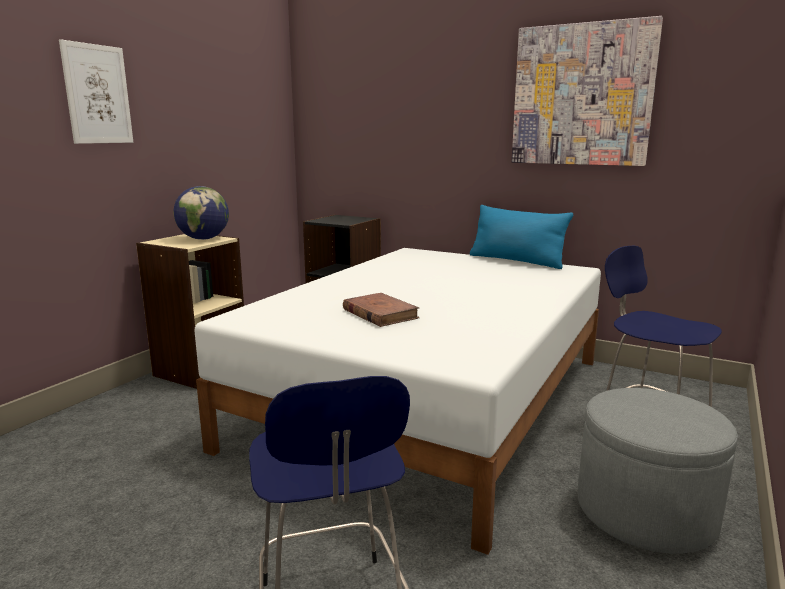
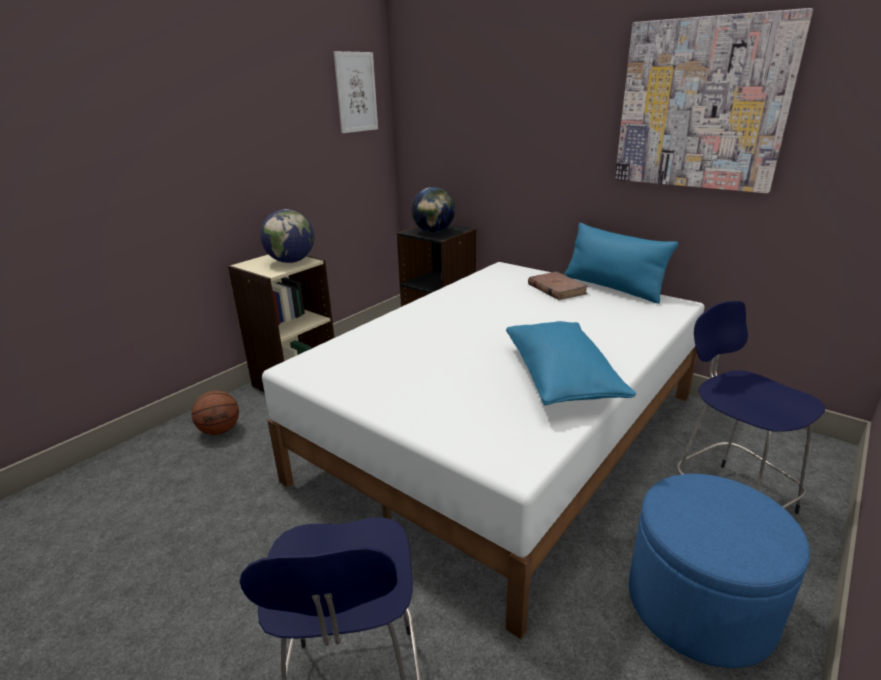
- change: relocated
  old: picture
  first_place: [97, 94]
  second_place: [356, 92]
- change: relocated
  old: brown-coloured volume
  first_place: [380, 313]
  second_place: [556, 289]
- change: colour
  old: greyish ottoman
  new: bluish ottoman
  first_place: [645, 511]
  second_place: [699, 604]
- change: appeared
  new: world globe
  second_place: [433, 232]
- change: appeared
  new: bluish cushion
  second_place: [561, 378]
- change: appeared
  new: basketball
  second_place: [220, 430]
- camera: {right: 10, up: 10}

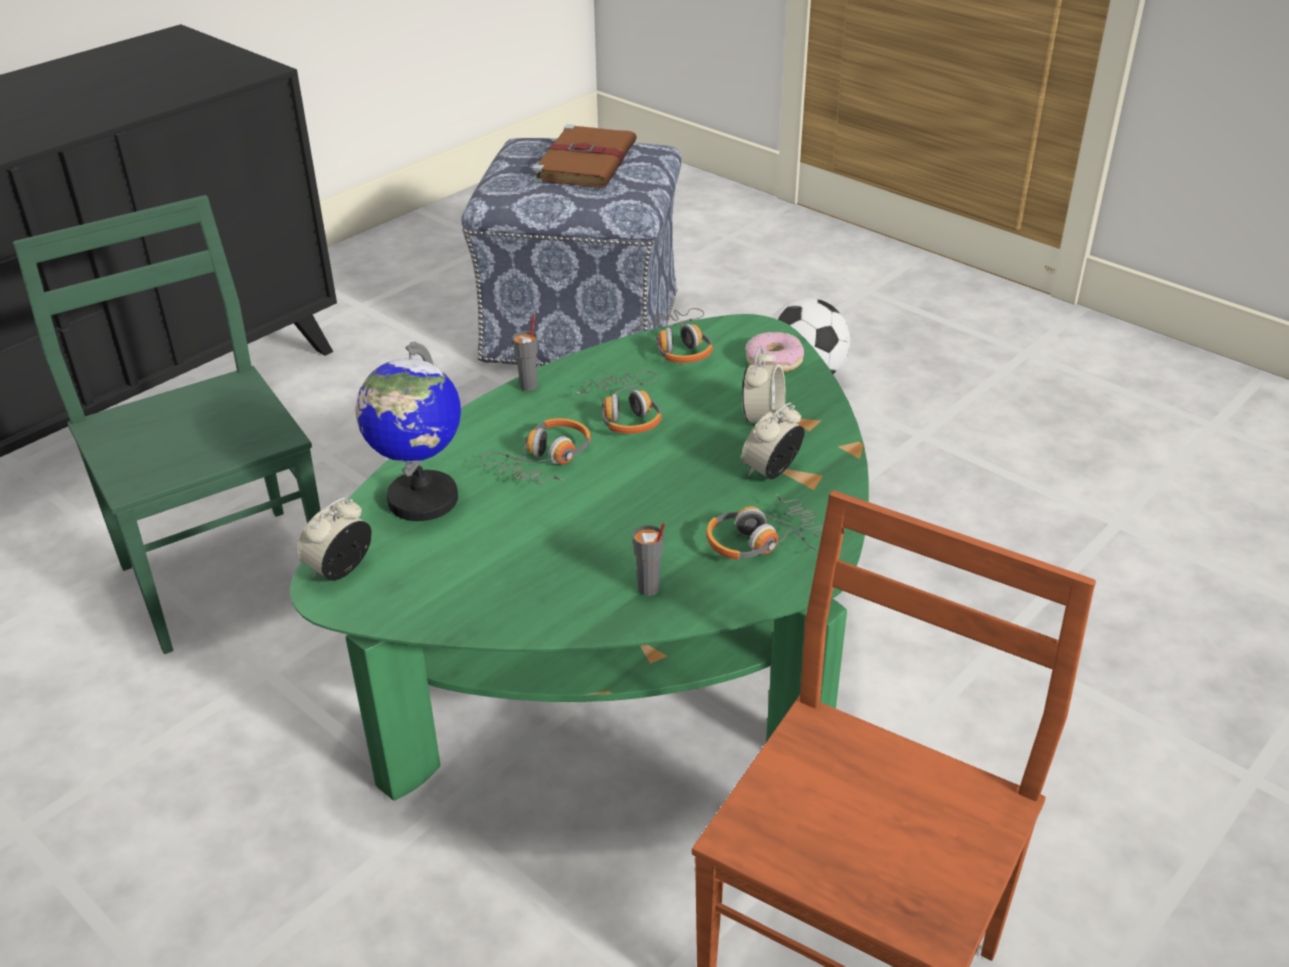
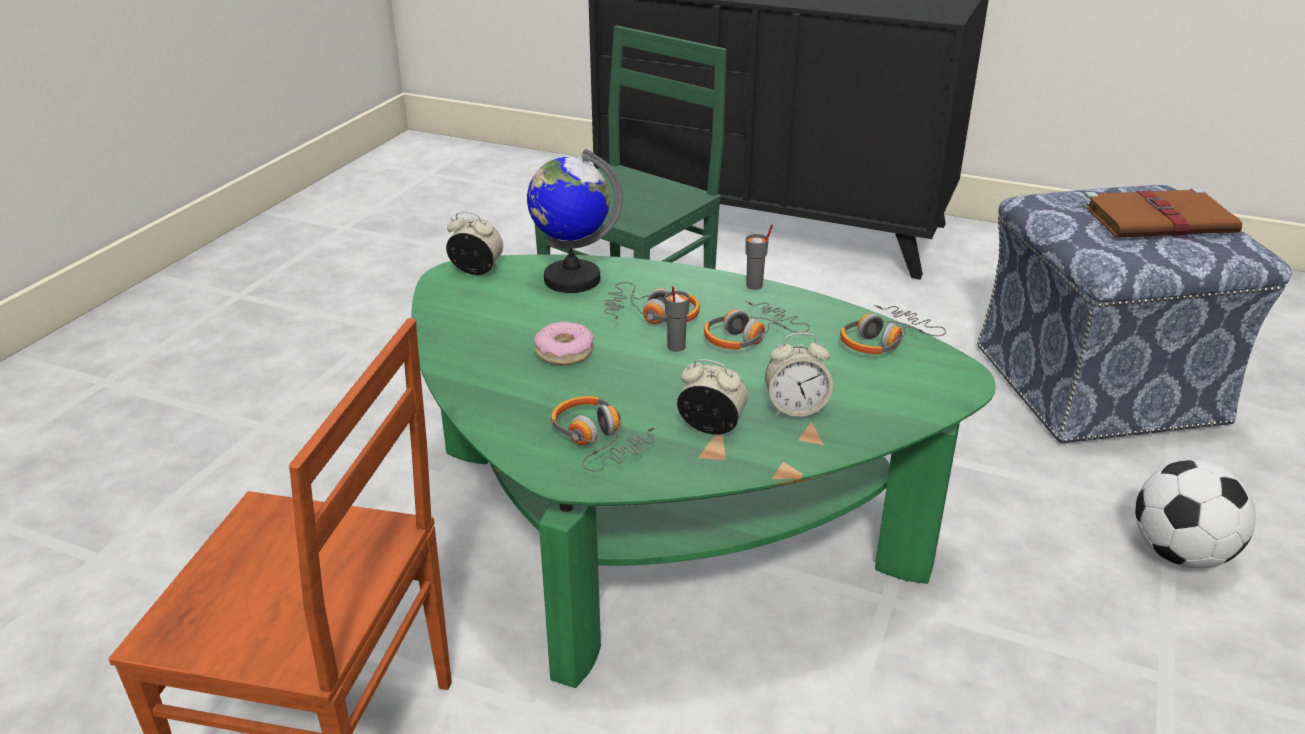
- change: relocated
  old: ring doughnut
  first_place: [774, 361]
  second_place: [564, 352]
- change: relocated
  old: greyish cup
  first_place: [649, 589]
  second_place: [675, 347]
- camera: {right: 70, up: -5}

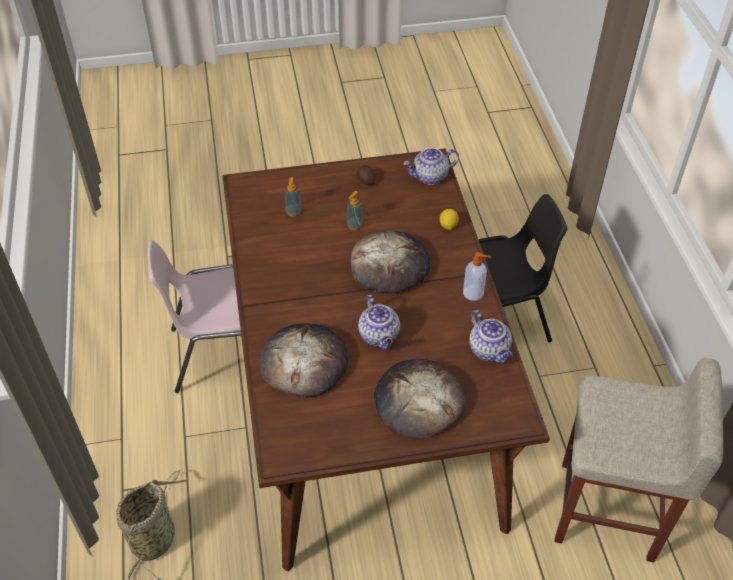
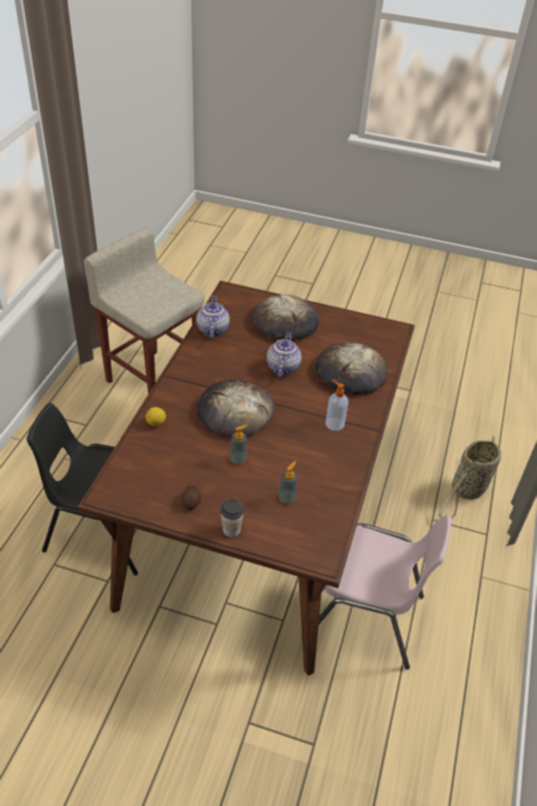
- change: missing
  old: pot for tea
  first_place: [430, 177]
- change: relocated
  old: soap bottle
  first_place: [474, 293]
  second_place: [334, 423]
- change: appeared
  new: cup
  second_place: [231, 529]
- camera: {right: -155, up: -5}

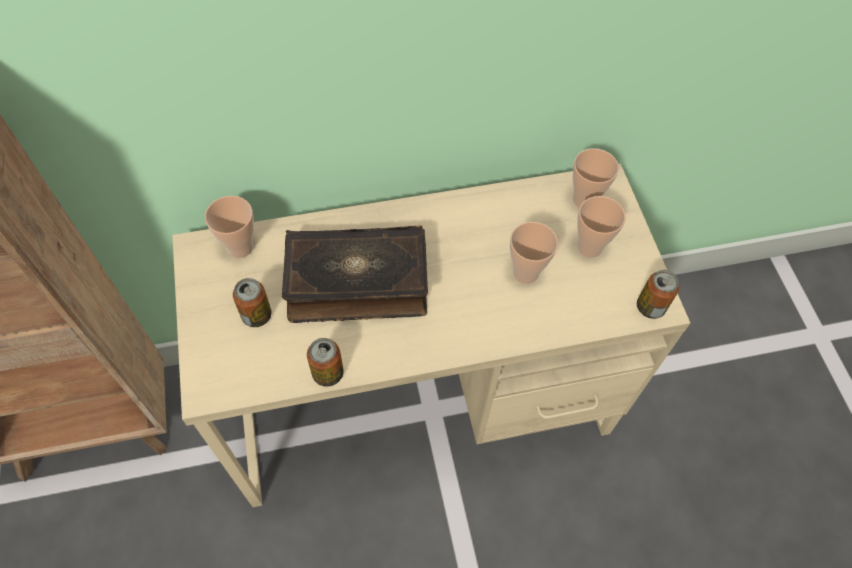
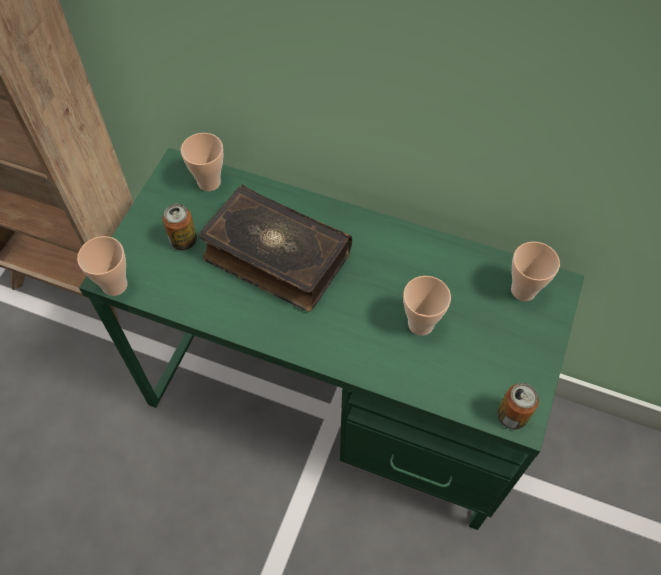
- change: colour
  old: sand-coloured desk unit
  new: green-coloured desk unit
  first_place: [422, 399]
  second_place: [333, 400]
- change: relocated
  old: cup
  first_place: [589, 247]
  second_place: [115, 285]
- change: missing
  old: can
  first_place: [328, 373]
- camera: {right: 35, up: 0}

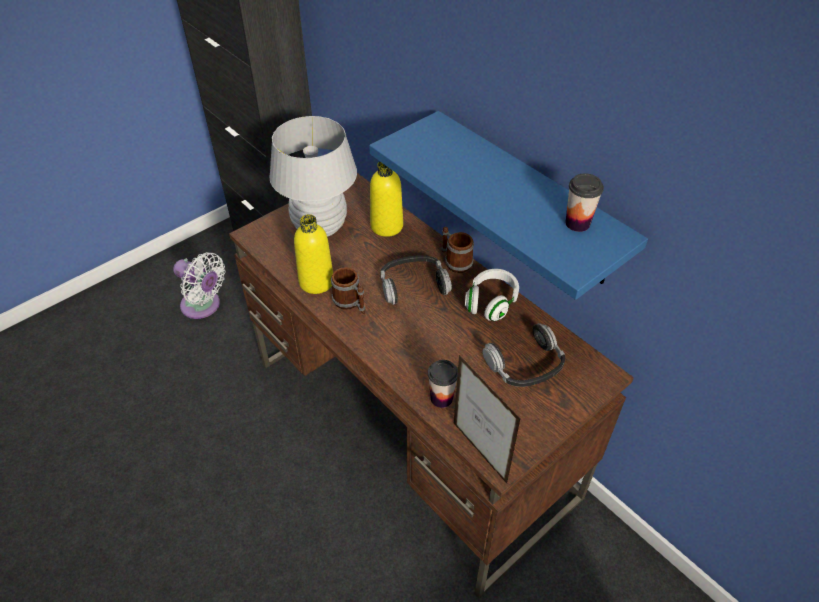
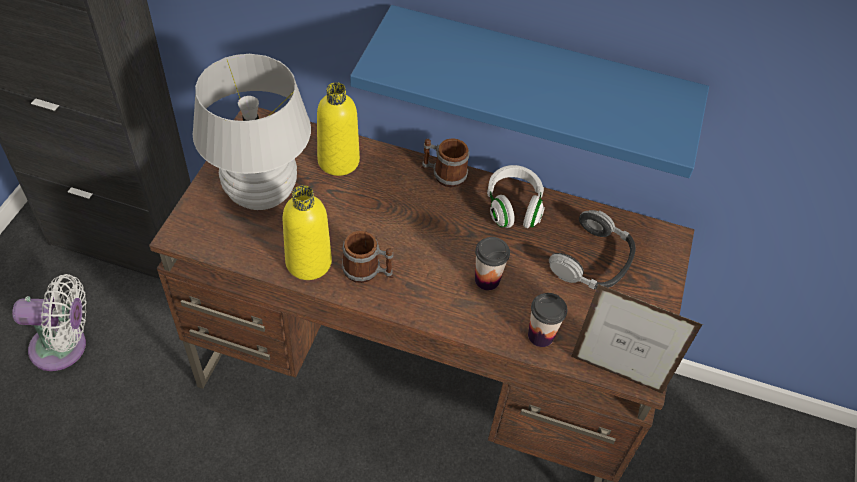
- change: relocated
  old: cup
  first_place: [577, 223]
  second_place: [487, 280]
- change: missing
  old: pair of headphones
  first_place: [413, 285]
- camera: {right: -35, up: 5}

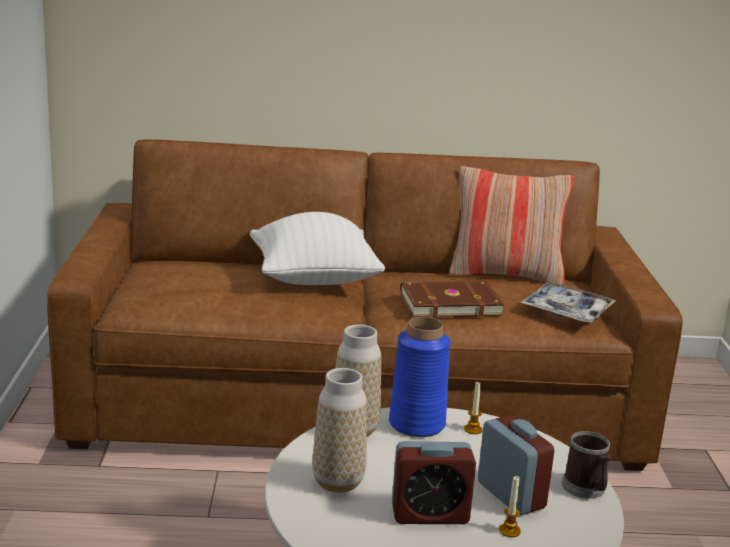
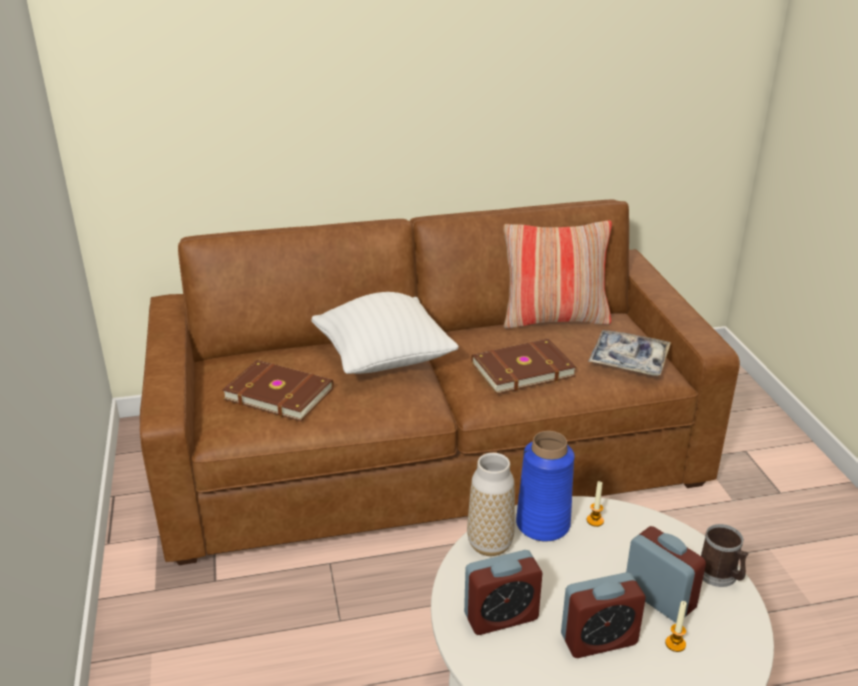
- change: exchanged
  old: vase
  new: table clock
  first_place: [338, 482]
  second_place: [501, 616]
- change: appeared
  new: brown-coloured volume
  second_place: [279, 393]
- camera: {right: -10, up: 10}

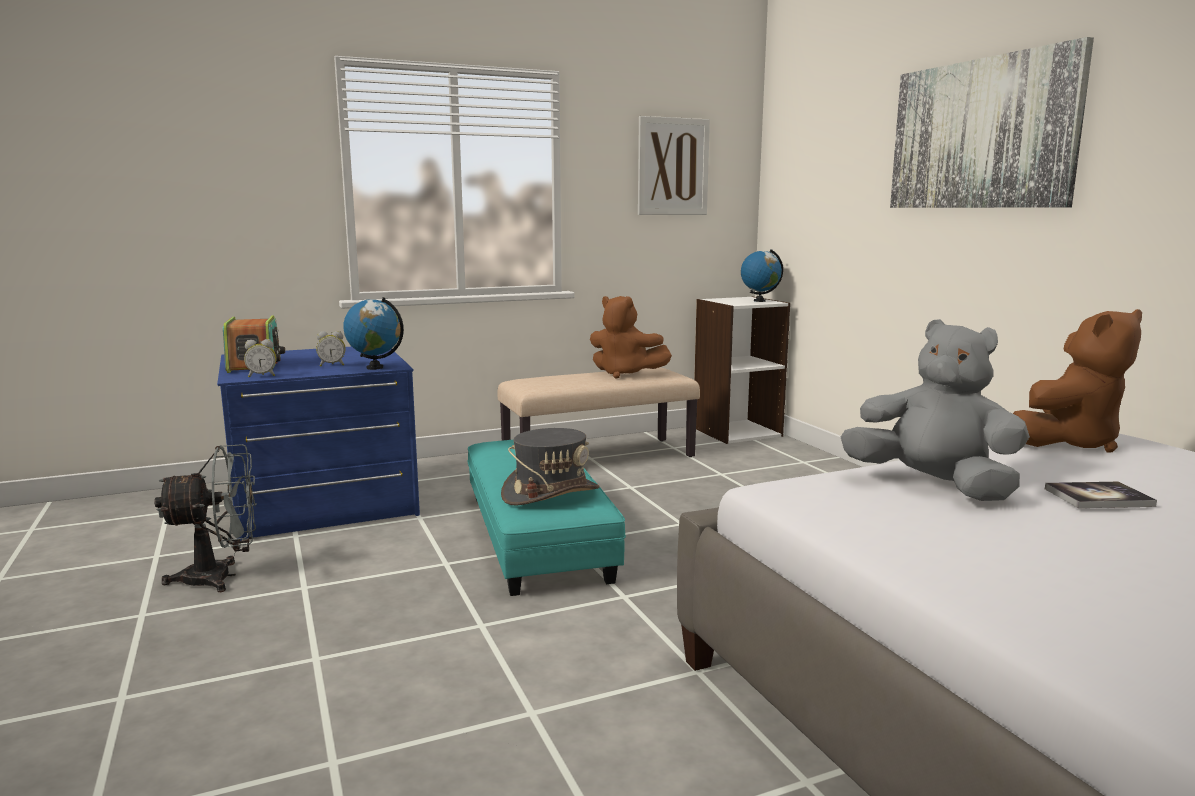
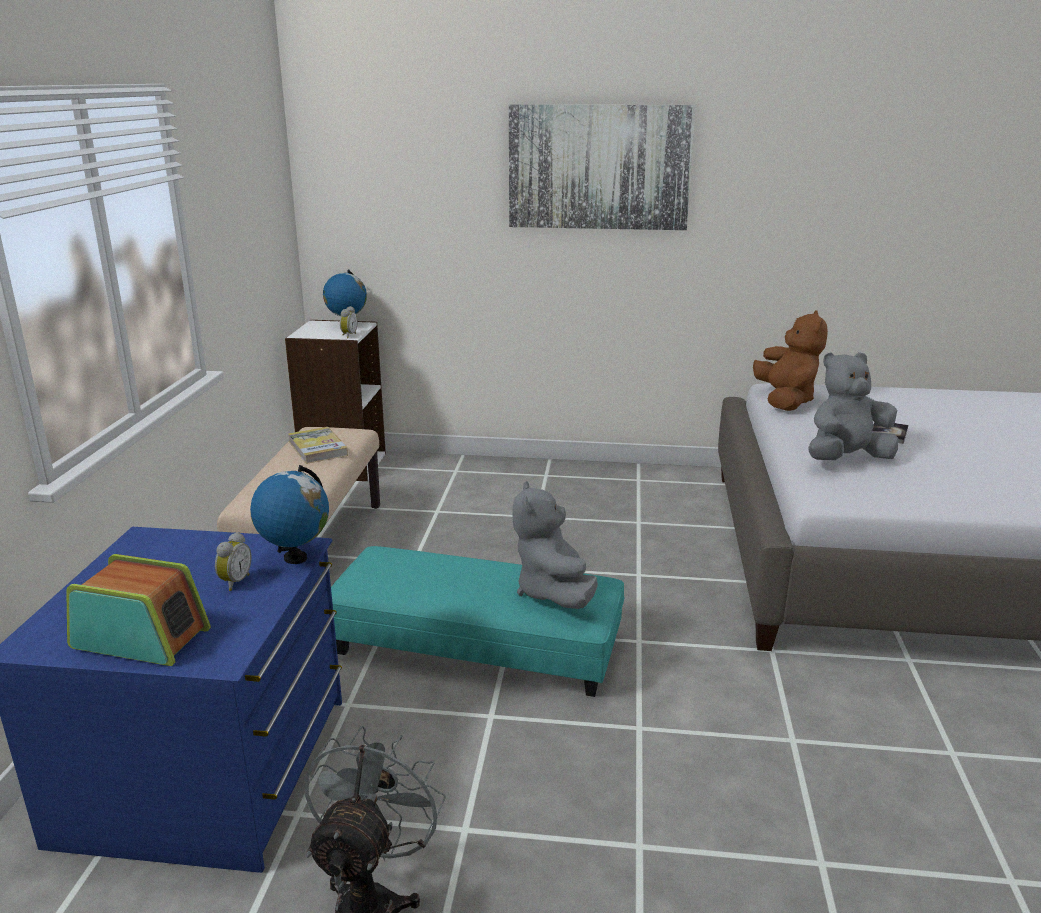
- change: missing
  old: picture
  first_place: [673, 167]
- change: exchanged
  old: brown-coloured soft toy
  new: volume
  first_place: [625, 374]
  second_place: [317, 448]
- change: relocated
  old: table clock
  first_place: [262, 376]
  second_place: [348, 335]
- change: exchanged
  old: greyish hat
  new: greyish soft toy
  first_place: [550, 493]
  second_place: [553, 592]
- camera: {right: -60, up: 10}

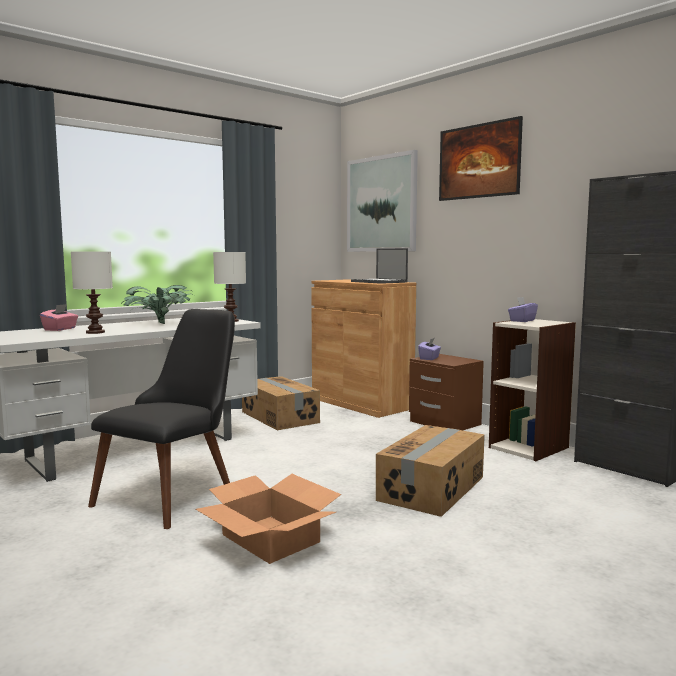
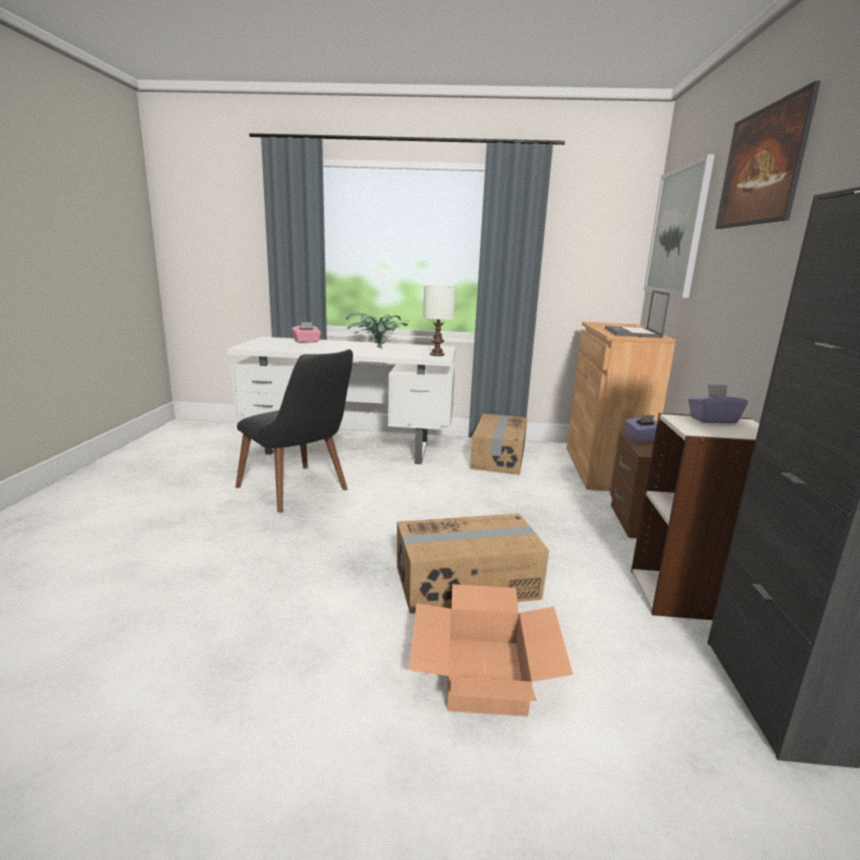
- change: missing
  old: white lamp for a table
  first_place: [96, 332]
- change: spun
  old: black plain chair
  first_place: [176, 492]
  second_place: [301, 492]
  degrees: 60
- change: relocated
  old: packing box
  first_place: [270, 538]
  second_place: [484, 674]
- camera: {right: 45, up: 10}

